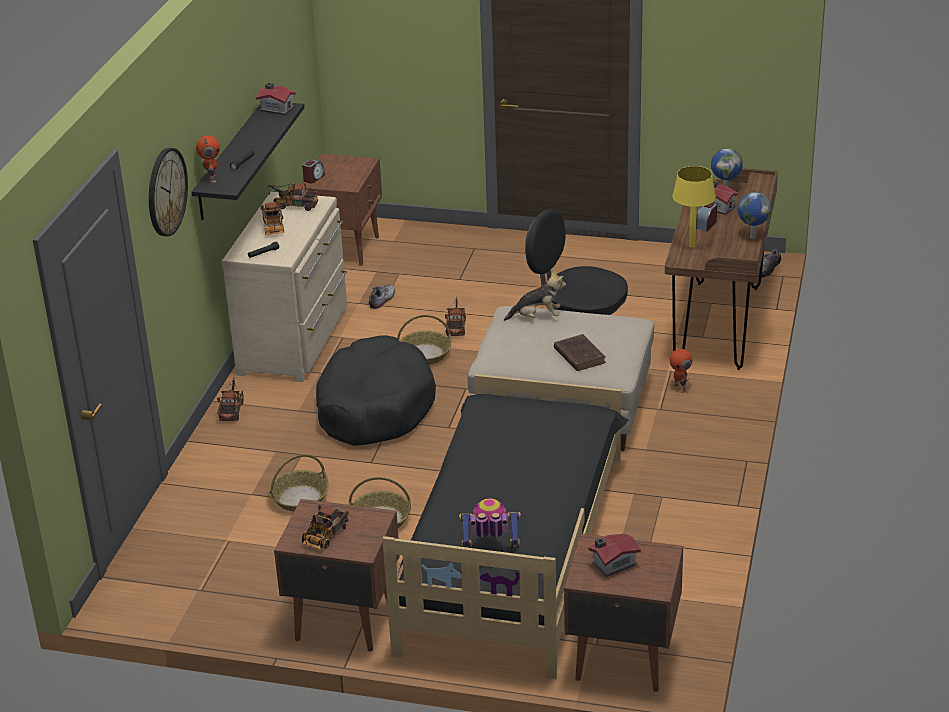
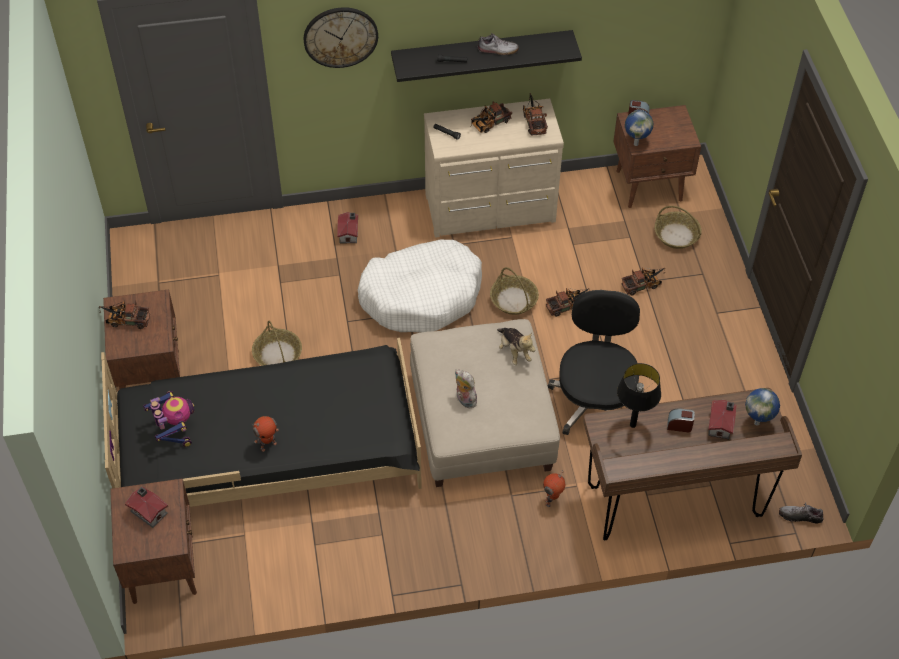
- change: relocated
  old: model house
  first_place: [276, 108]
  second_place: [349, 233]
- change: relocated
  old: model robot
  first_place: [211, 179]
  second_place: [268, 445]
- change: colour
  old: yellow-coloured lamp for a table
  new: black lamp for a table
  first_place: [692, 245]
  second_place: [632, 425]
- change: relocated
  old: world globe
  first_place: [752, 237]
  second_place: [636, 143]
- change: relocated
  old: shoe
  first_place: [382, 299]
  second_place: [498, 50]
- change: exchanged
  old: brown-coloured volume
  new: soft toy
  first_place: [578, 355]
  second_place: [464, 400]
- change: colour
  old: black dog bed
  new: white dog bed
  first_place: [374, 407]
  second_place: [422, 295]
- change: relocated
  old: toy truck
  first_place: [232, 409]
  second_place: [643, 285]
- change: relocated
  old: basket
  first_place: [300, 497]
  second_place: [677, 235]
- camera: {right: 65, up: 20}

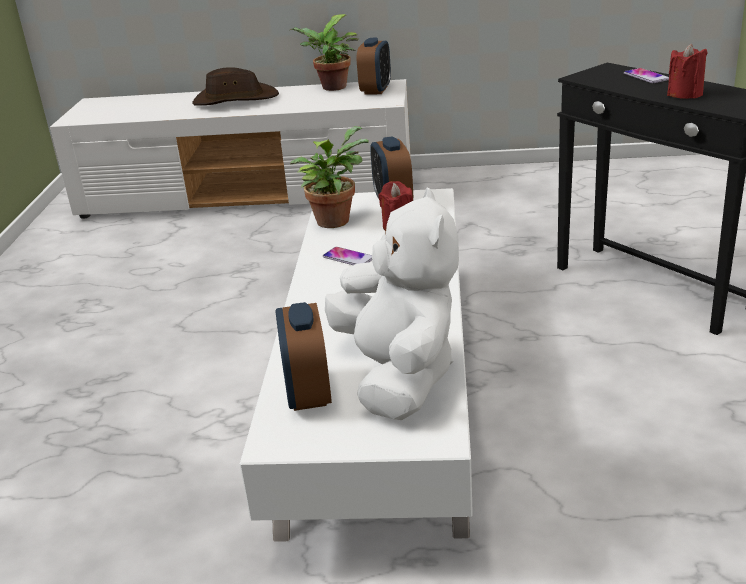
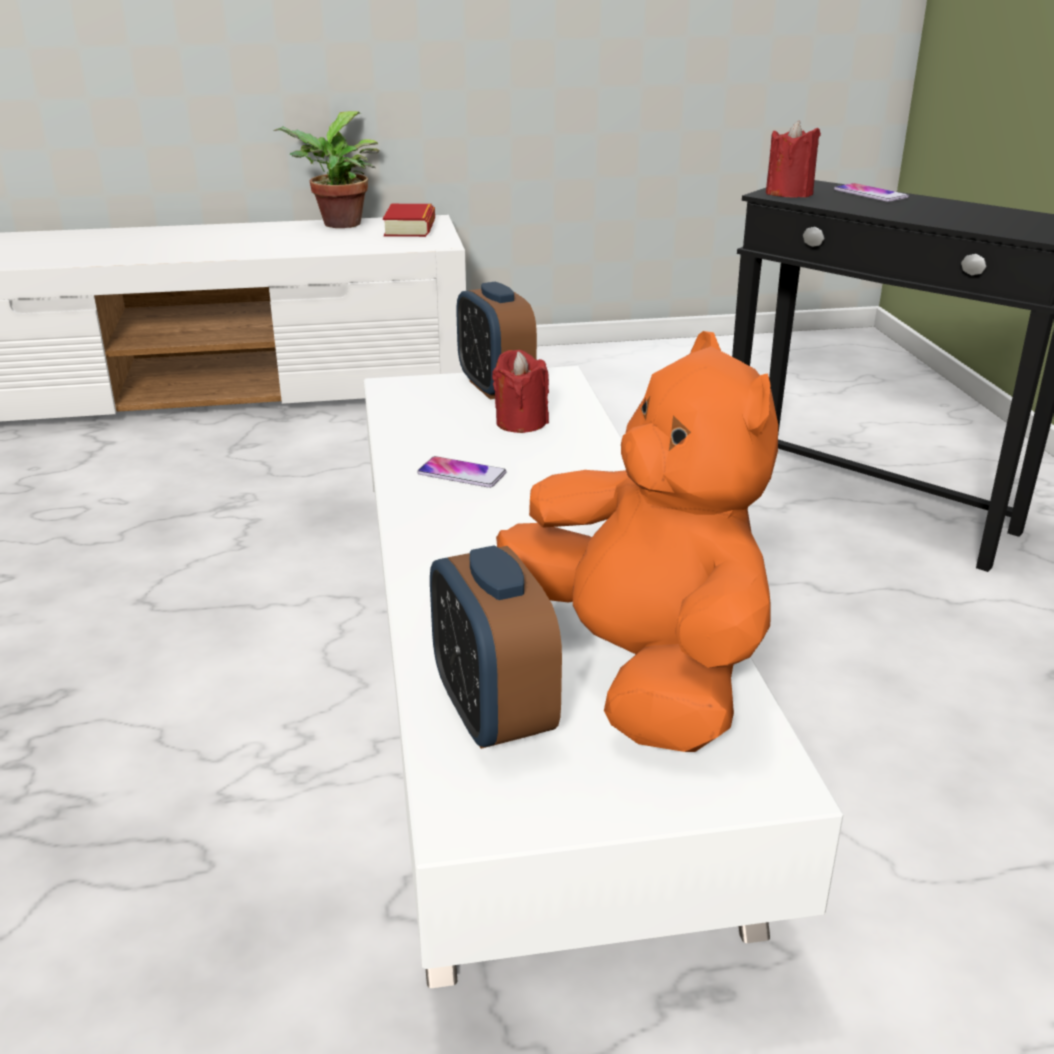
- change: exchanged
  old: table clock
  new: volume
  first_place: [376, 90]
  second_place: [410, 228]
- change: relocated
  old: red wax candle
  first_place: [685, 94]
  second_place: [789, 193]
- change: missing
  old: brown-coloured hat
  first_place: [235, 100]
- change: missing
  old: potted plant
  first_place: [334, 219]
- change: colour
  old: white soft toy
  new: orange soft toy
  first_place: [398, 376]
  second_place: [641, 670]
- camera: {right: -15, up: 0}

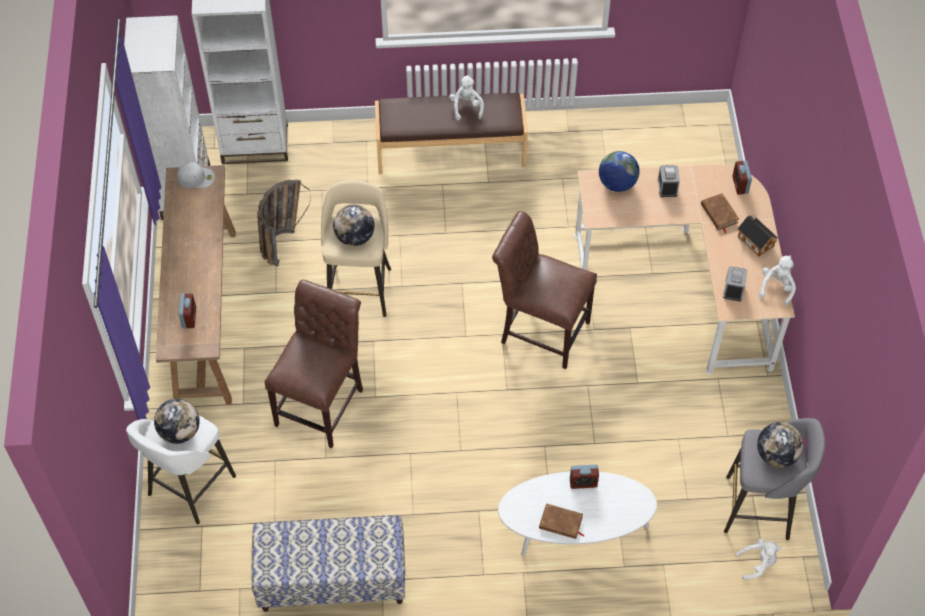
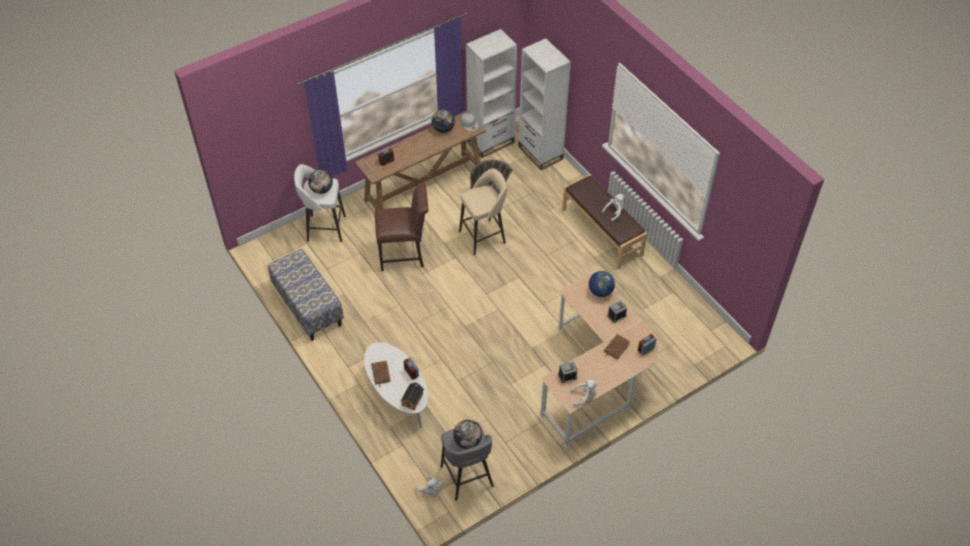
- change: relocated
  old: world globe
  first_place: [354, 237]
  second_place: [443, 129]
- change: missing
  old: brown-coloured plain chair
  first_place: [540, 330]
- change: relocated
  old: model house
  first_place: [755, 240]
  second_place: [413, 399]
- camera: {right: 60, up: -5}

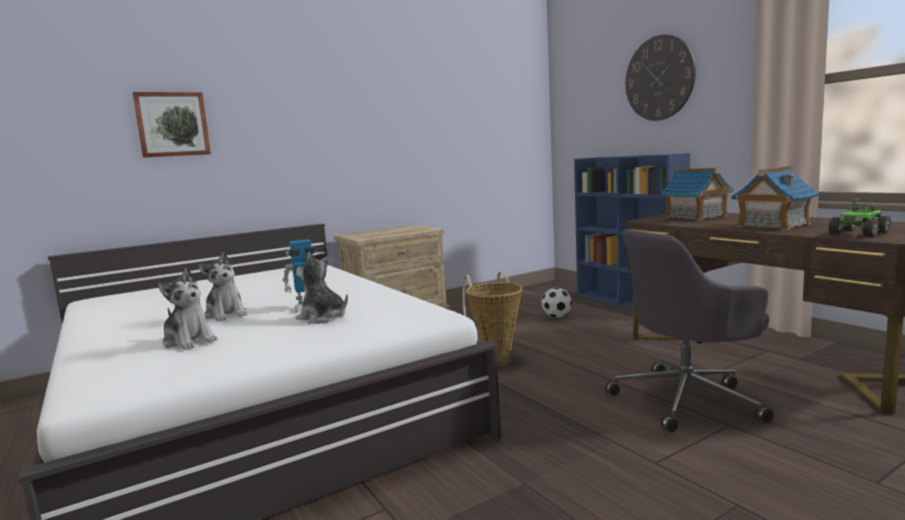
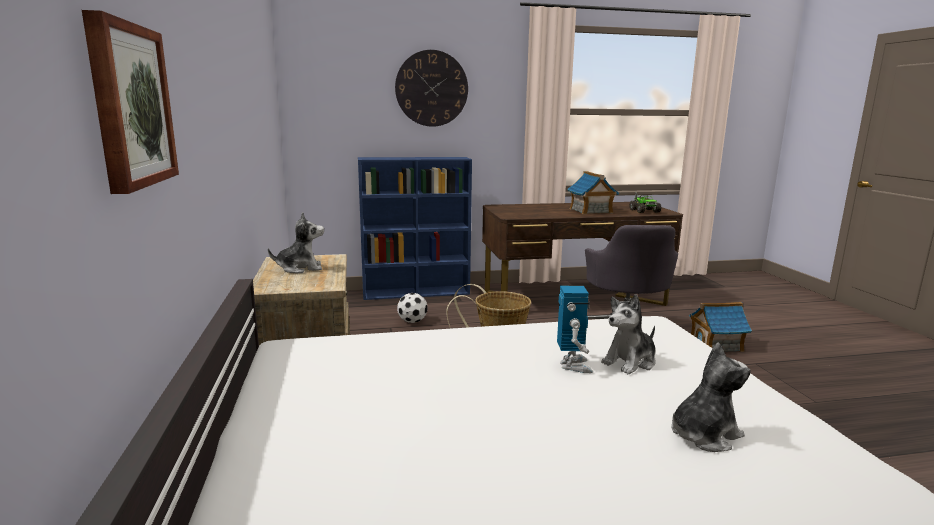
- change: relocated
  old: model house
  first_place: [696, 217]
  second_place: [716, 344]
- change: relocated
  old: soft toy
  first_place: [226, 314]
  second_place: [300, 268]
- camera: {right: -70, up: 5}

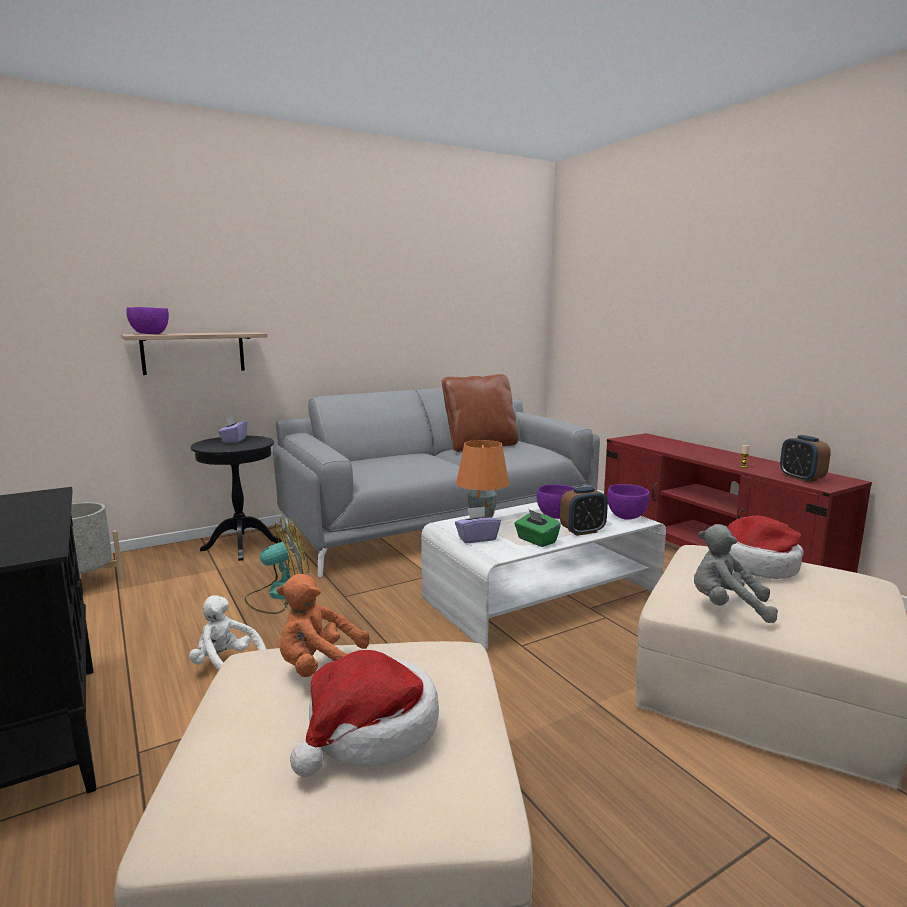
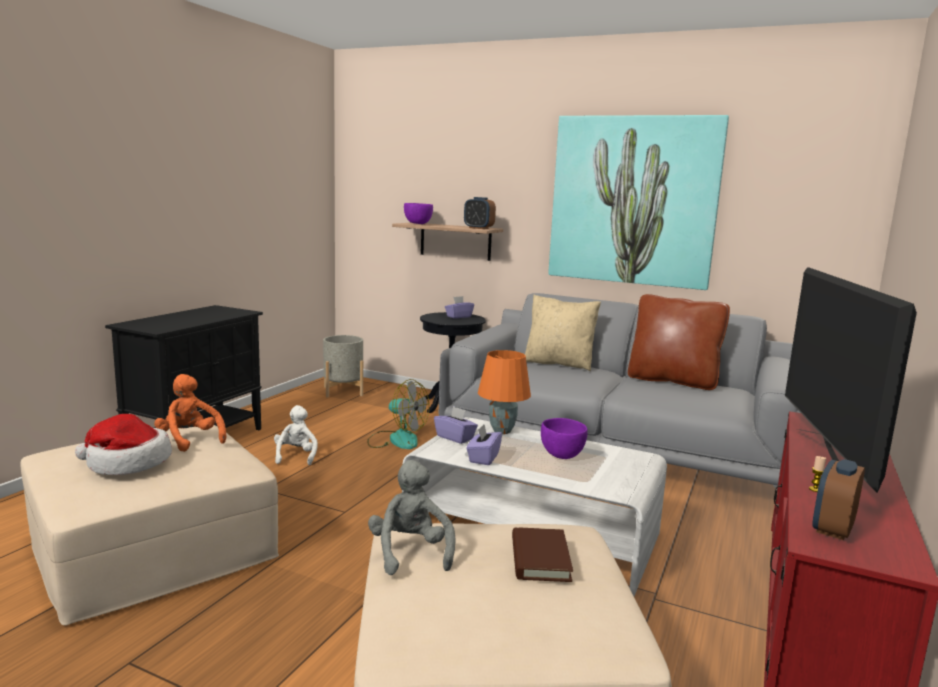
- change: missing
  old: purplish deep dish
  first_place: [626, 516]
- change: relocated
  old: table clock
  first_place: [582, 531]
  second_place: [478, 228]
- change: colour
  old: green-coloured tissue box
  new: purplish tissue box
  first_place: [536, 540]
  second_place: [483, 458]
- change: exchanged
  old: hat
  new: brown-coloured volume
  first_place: [758, 565]
  second_place: [540, 558]
- change: appeared
  new: picture
  second_place: [633, 201]
- change: appeared
  new: television
  second_place: [822, 456]
- change: appeared
  new: sand-coloured cushion
  second_place: [559, 364]
- camera: {right: 55, up: 0}

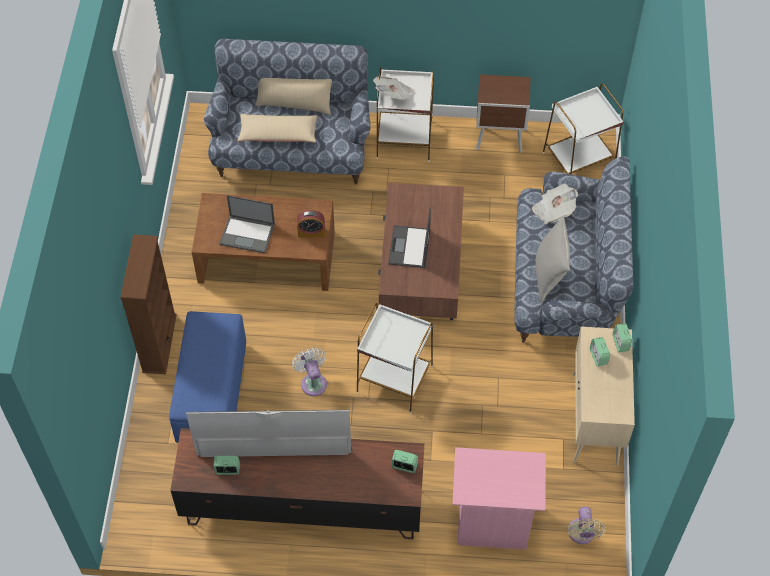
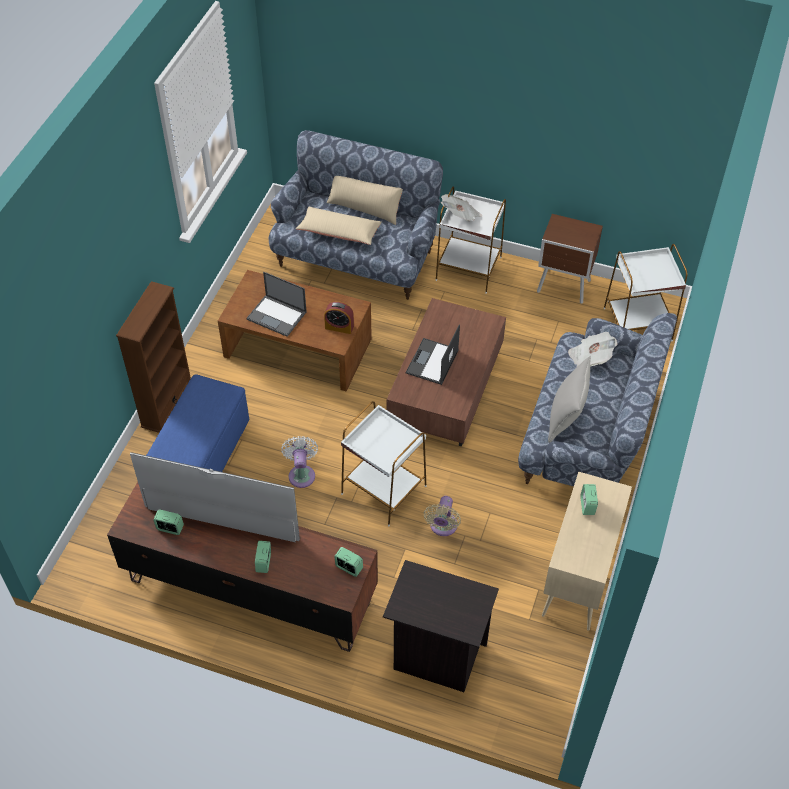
- change: relocated
  old: table clock
  first_place: [620, 343]
  second_place: [264, 563]
- change: colour
  old: pinkish nightstand
  new: black nightstand
  first_place: [491, 523]
  second_place: [436, 656]
- change: relocated
  old: sand-coloured fan
  first_place: [581, 534]
  second_place: [442, 527]
- camera: {right: 15, up: -5}

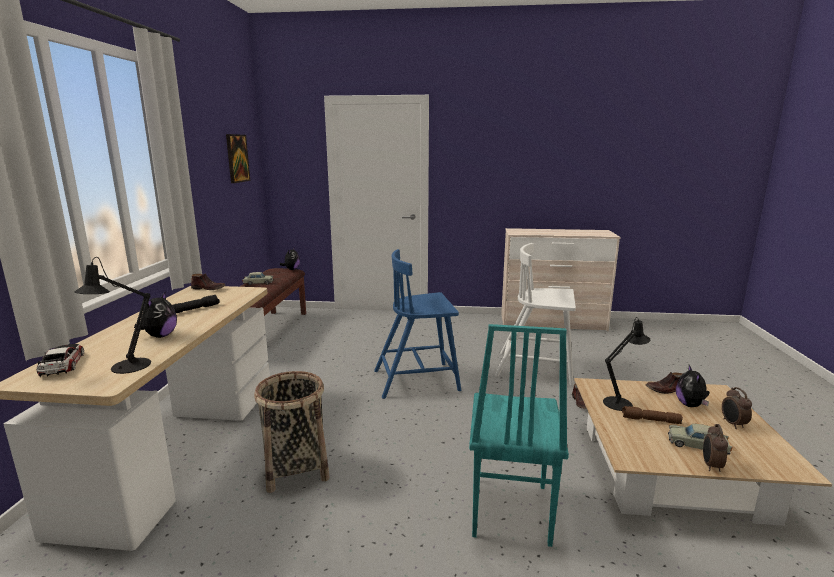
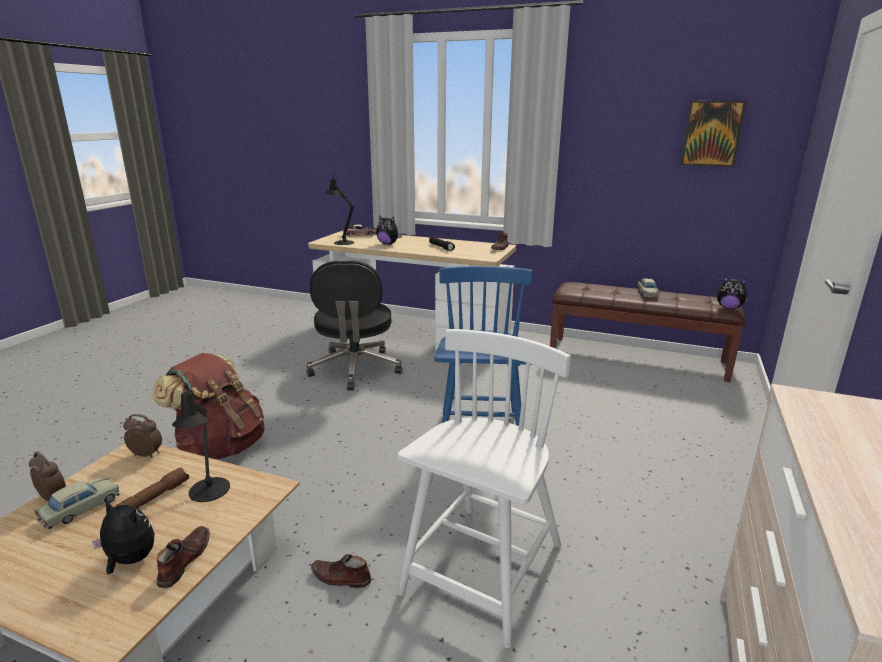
- change: exchanged
  old: turquoise-coloured plain chair
  new: brown-coloured knapsack
  first_place: [508, 510]
  second_place: [221, 446]
- change: exchanged
  old: basket
  new: black desk chair
  first_place: [296, 468]
  second_place: [355, 369]
- change: relocated
  old: table clock
  first_place: [732, 424]
  second_place: [147, 454]
- camera: {right: 105, up: 5}

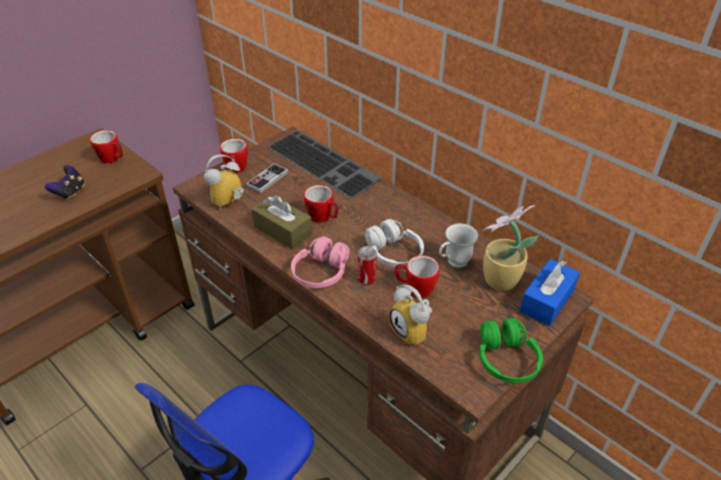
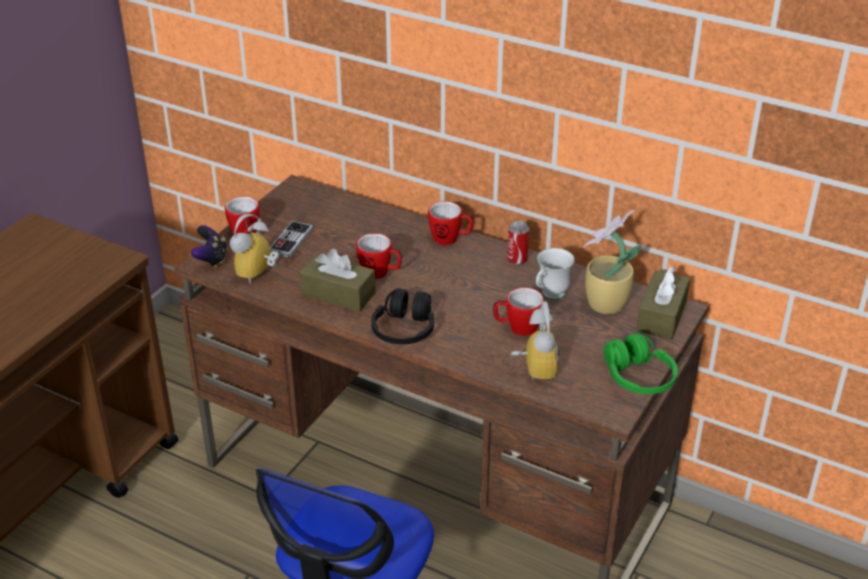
- change: relocated
  old: tea mug
  first_place: [113, 159]
  second_place: [450, 239]
- change: missing
  old: keyboard
  first_place: [325, 162]
- change: relocated
  old: gamepad
  first_place: [70, 192]
  second_place: [211, 259]
- change: missing
  old: white pair of headphones
  first_place: [394, 253]
- change: colour
  old: pinkish pair of headphones
  new: black pair of headphones
  first_place: [321, 272]
  second_place: [404, 330]
- change: relocated
  old: can
  first_place: [367, 279]
  second_place: [517, 260]
- change: colour
  old: bluish tissue box
  new: brown-coloured tissue box
  first_place: [547, 300]
  second_place: [661, 315]
- change: spun
  old: table clock
  first_place: [414, 332]
  second_place: [532, 369]
  degrees: -135
- camera: {right: -15, up: -5}

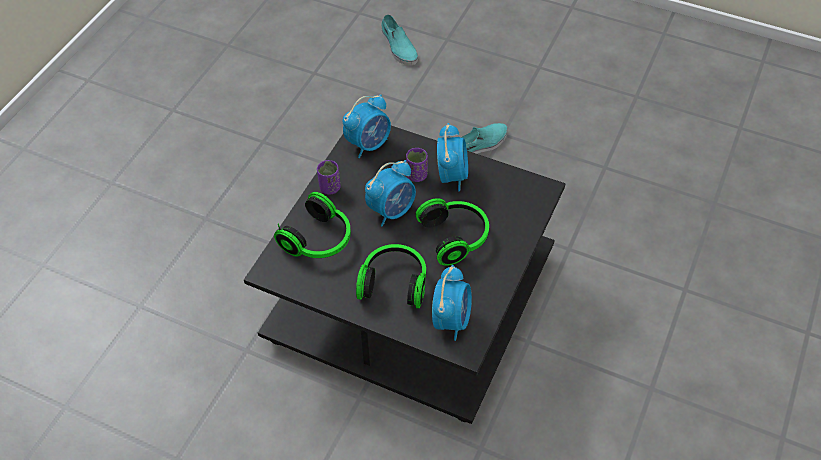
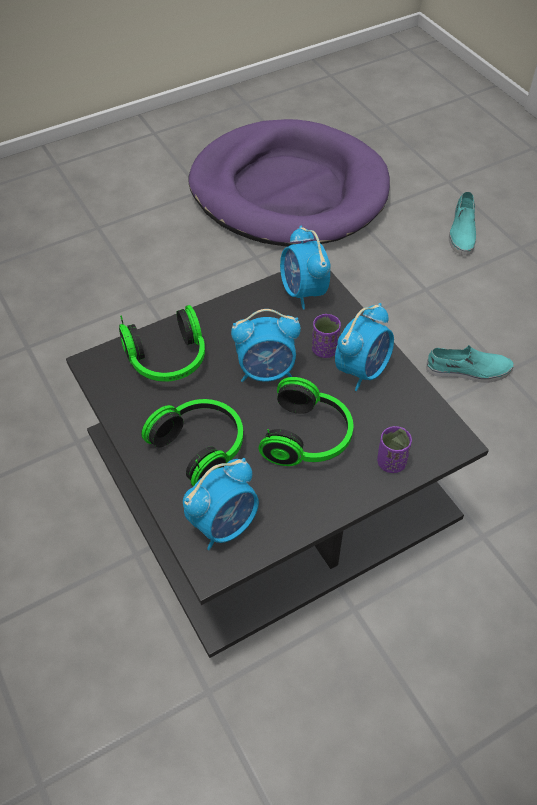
- change: spun
  old: table clock
  first_place: [369, 144]
  second_place: [303, 292]
  degrees: 75
- change: relocated
  old: purplish cup
  first_place: [330, 188]
  second_place: [391, 462]
- change: appeared
  new: purplish dog bed
  second_place: [288, 190]
- camera: {right: 35, up: 0}

